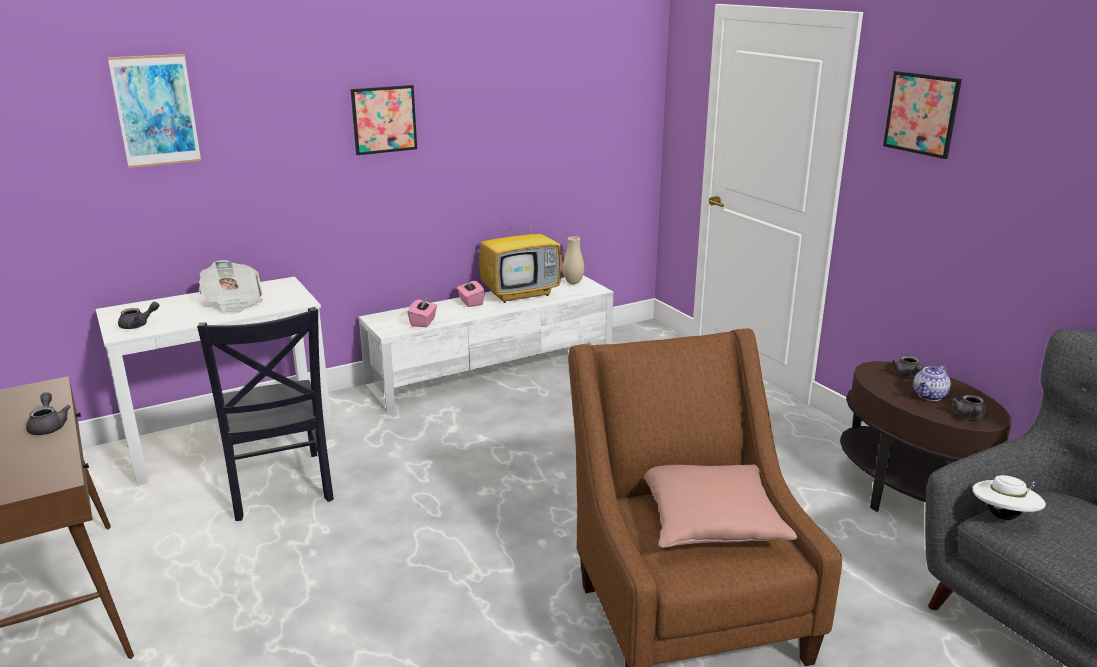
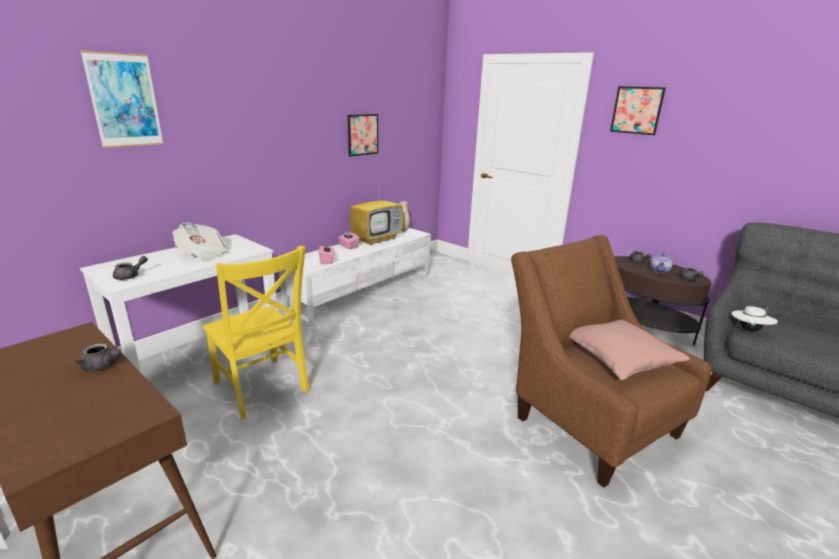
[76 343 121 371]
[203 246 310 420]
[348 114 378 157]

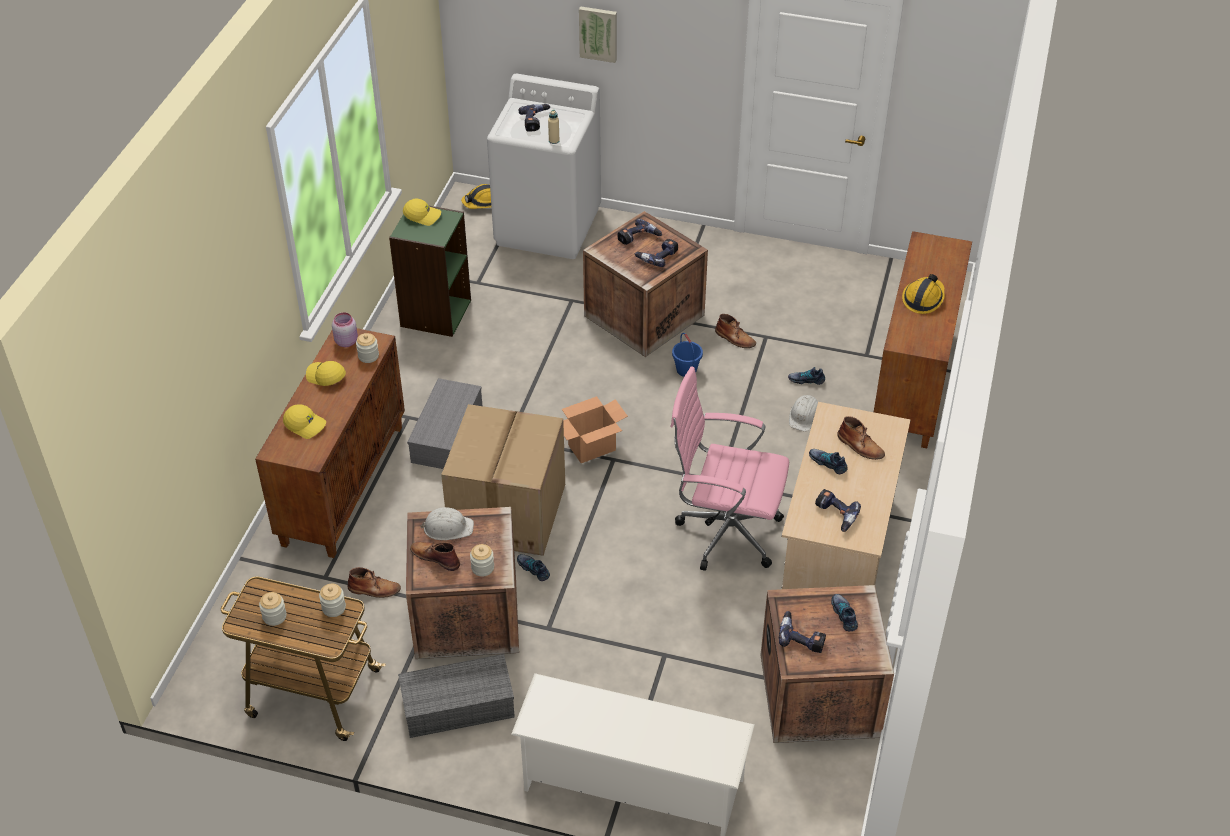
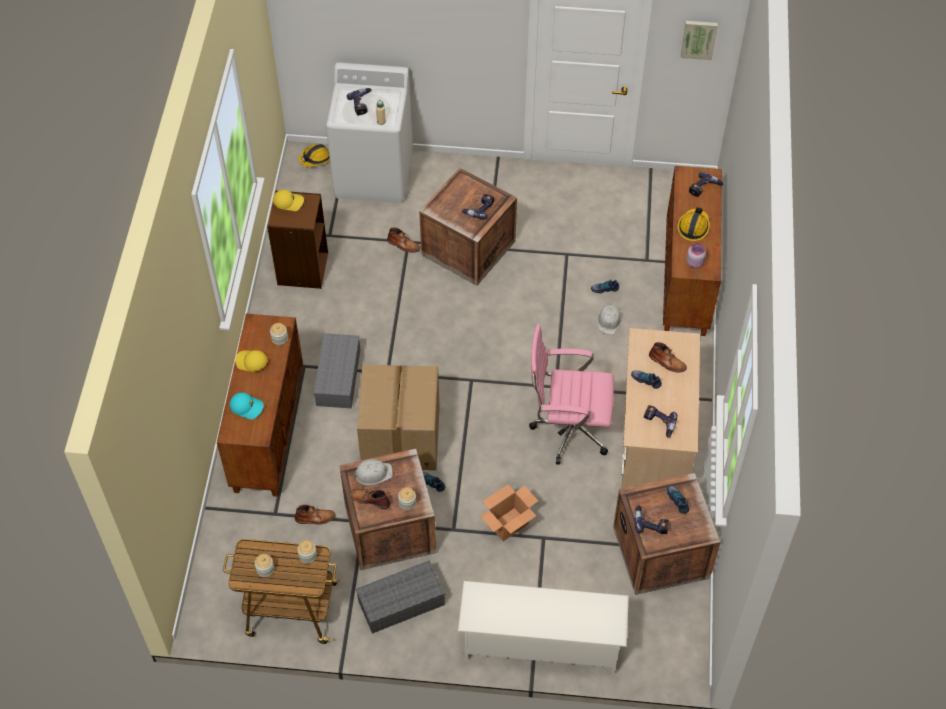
[230 392 264 419]
[686 243 706 268]
[267 190 328 289]
[480 484 538 541]
[681 21 718 60]
[689 172 724 197]
[672 333 703 377] (first image)
[387 227 421 253]

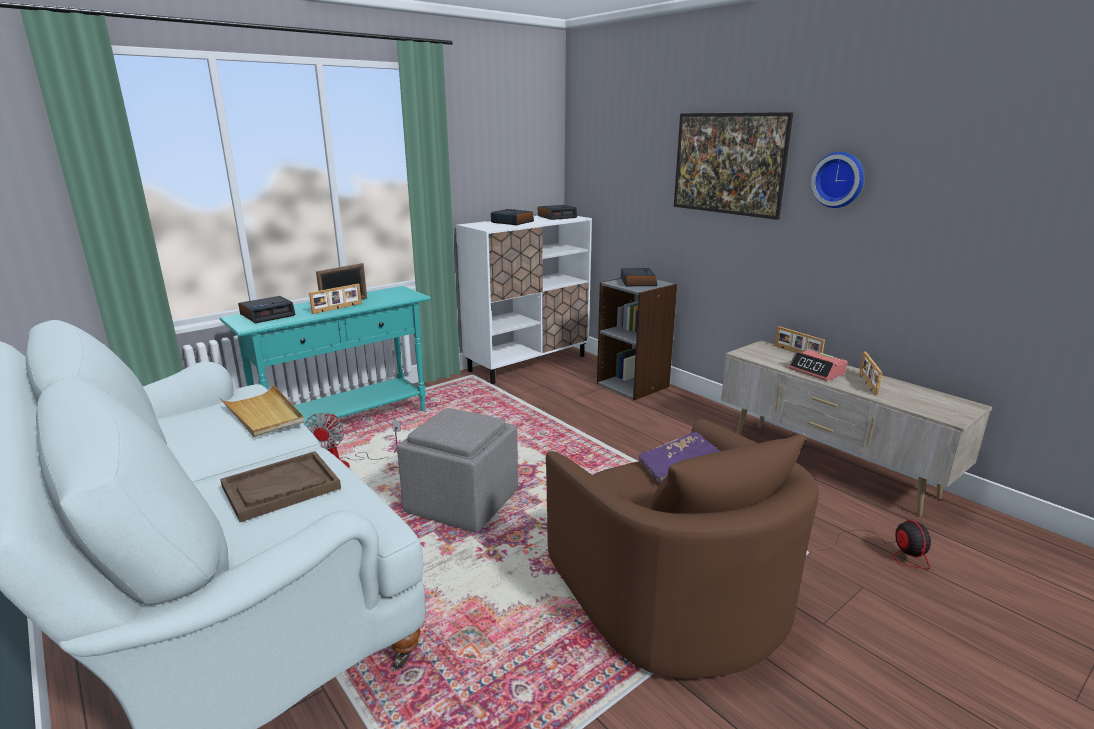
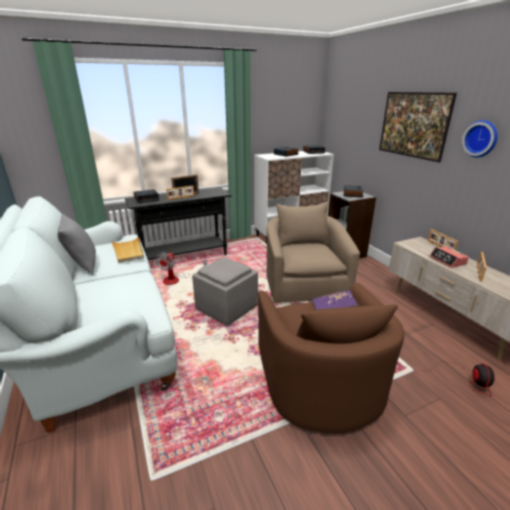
[125 187 232 260]
[220 451 341 522] (first image)
[58 214 96 275]
[267 202 360 303]

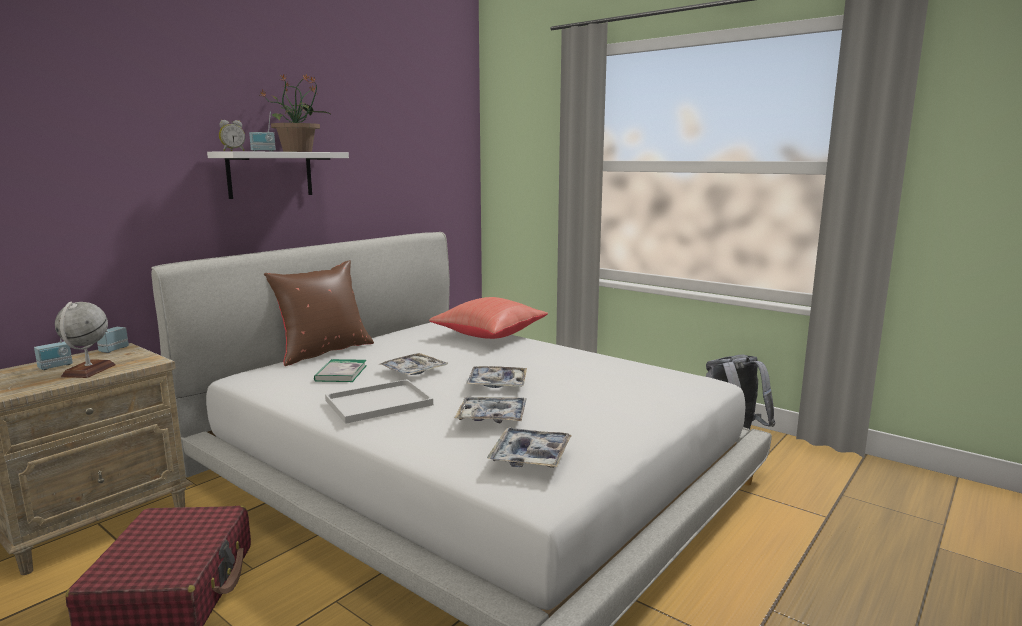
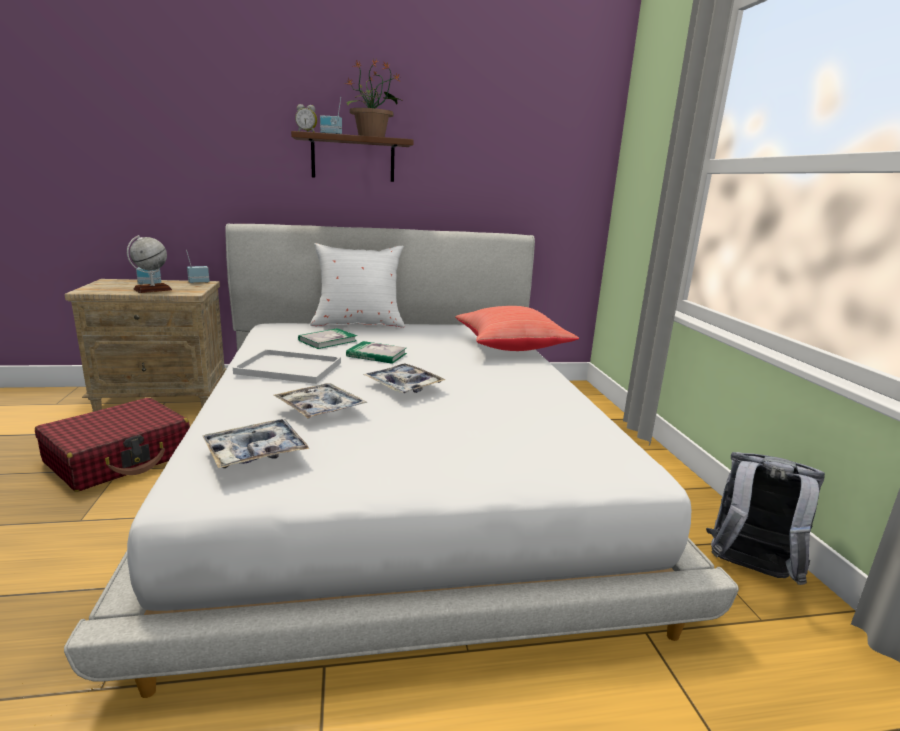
[291 131 414 182]
[310 243 405 328]
[346 341 407 364]

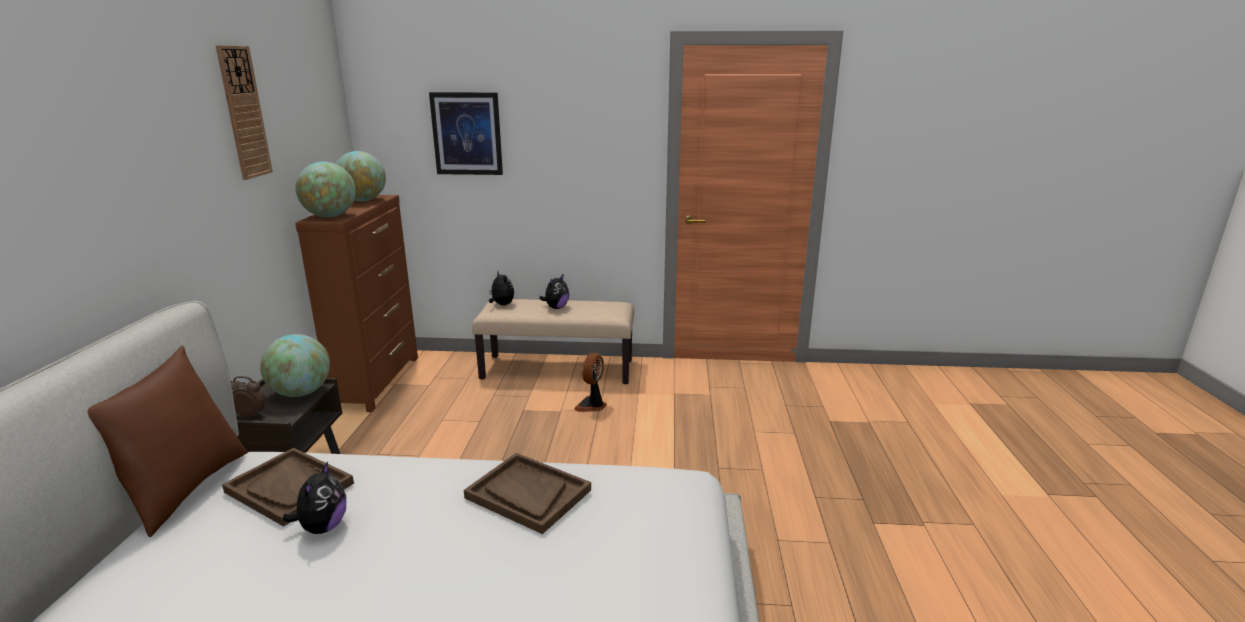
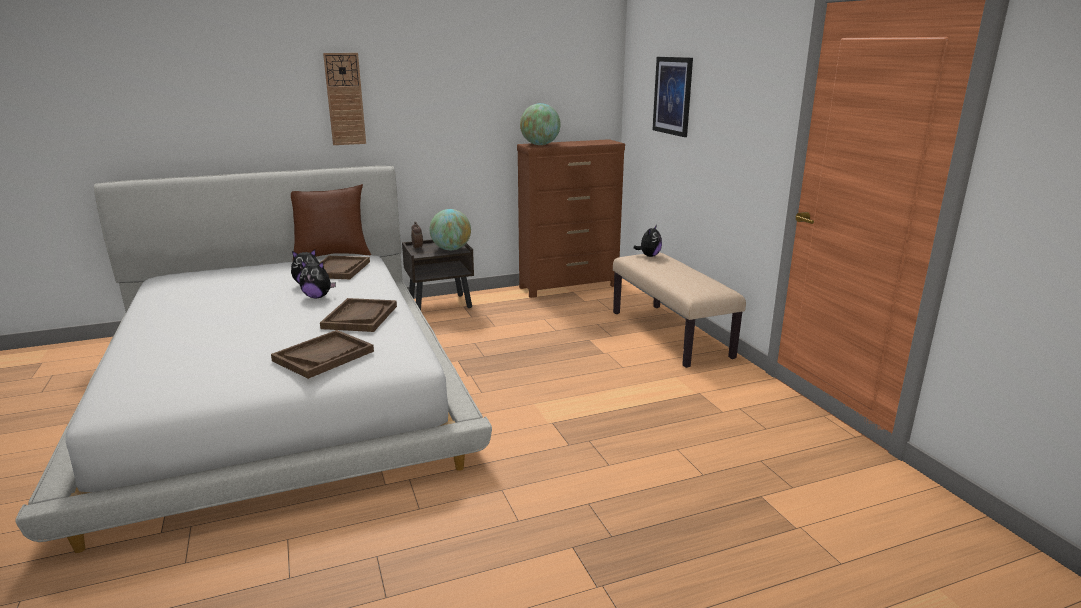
[323 53 366 145]
[335 151 386 201] (first image)
[299 261 336 298]
[574 353 607 412] (first image)
[271 330 374 379]

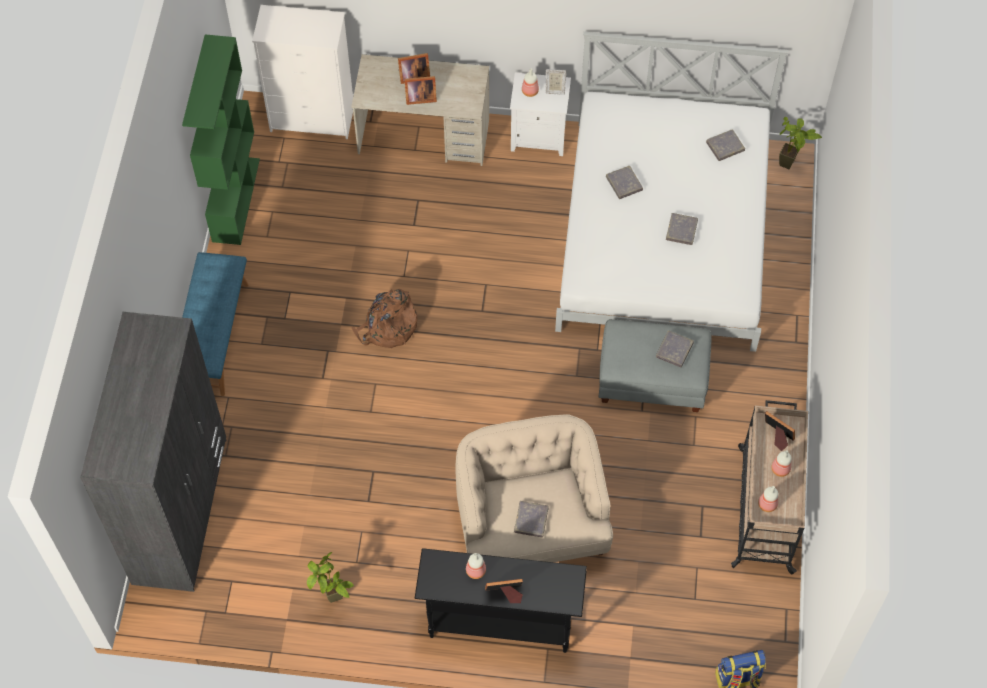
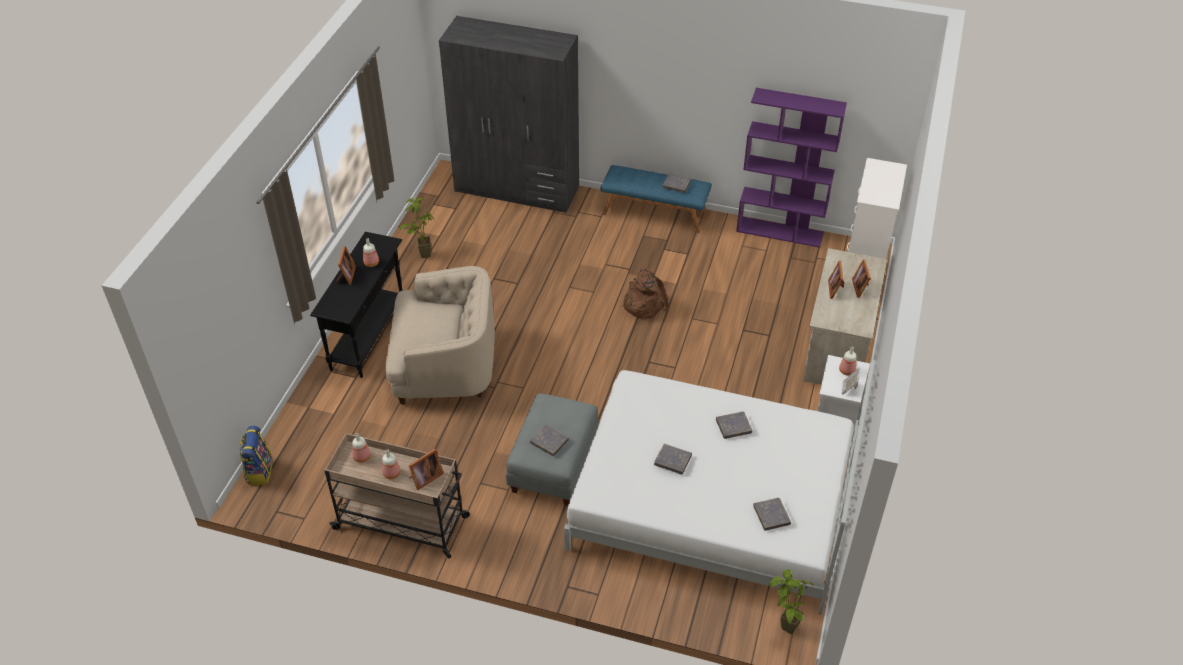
[736 88 847 248]
[662 173 691 193]

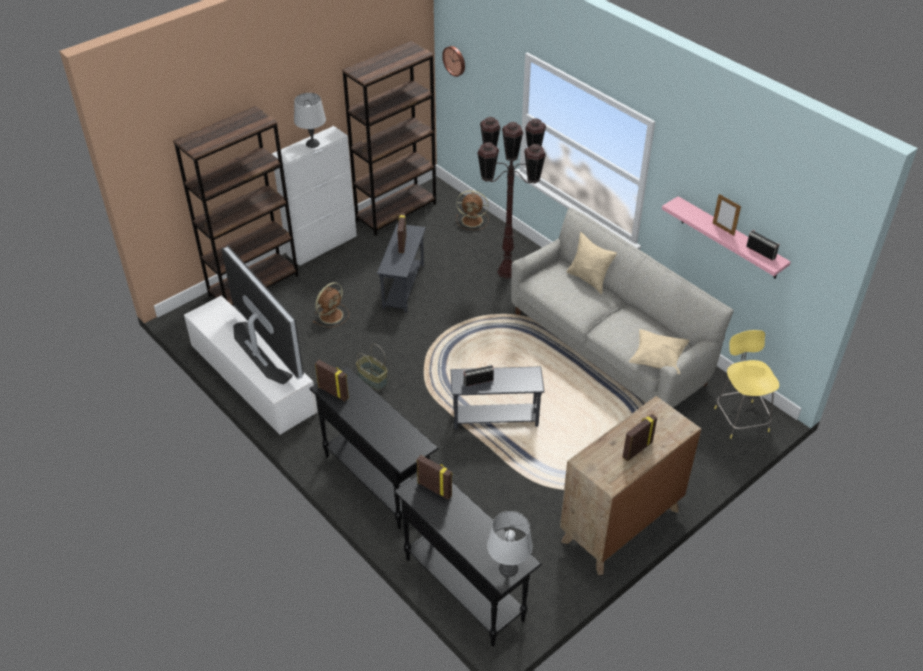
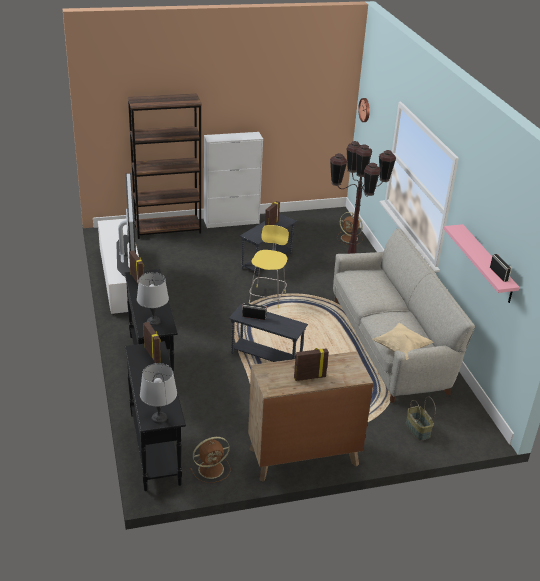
[137 272 169 326]
[190 437 231 483]
[342 41 436 236] (first image)
[406 396 436 441]
[567 232 617 294] (first image)
[713 194 741 236] (first image)
[249 225 289 308]

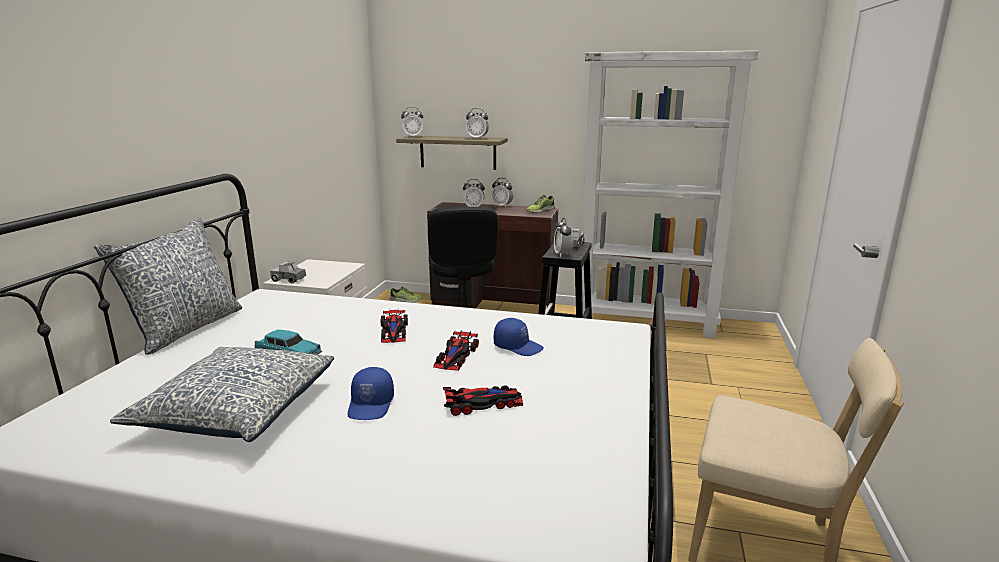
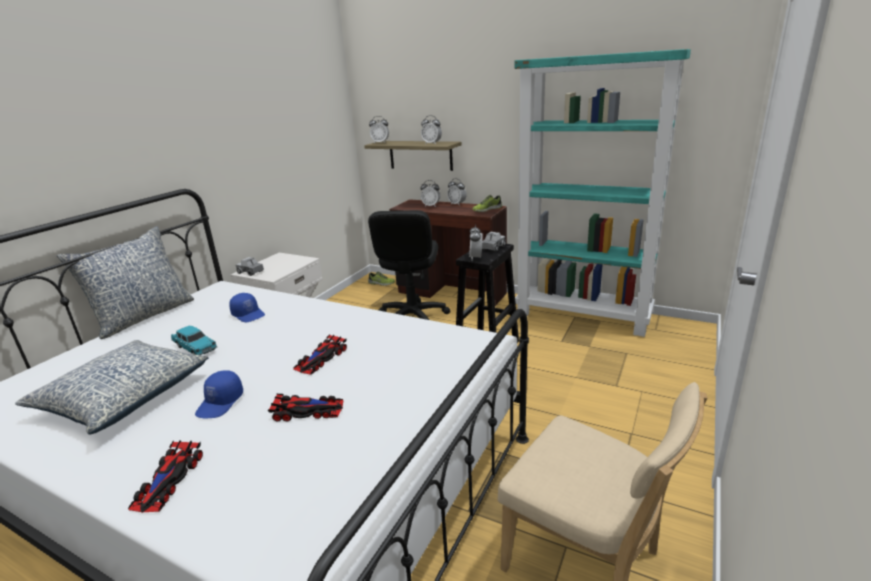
[128 440 203 513]
[229 293 265 322]
[514 49 691 337]

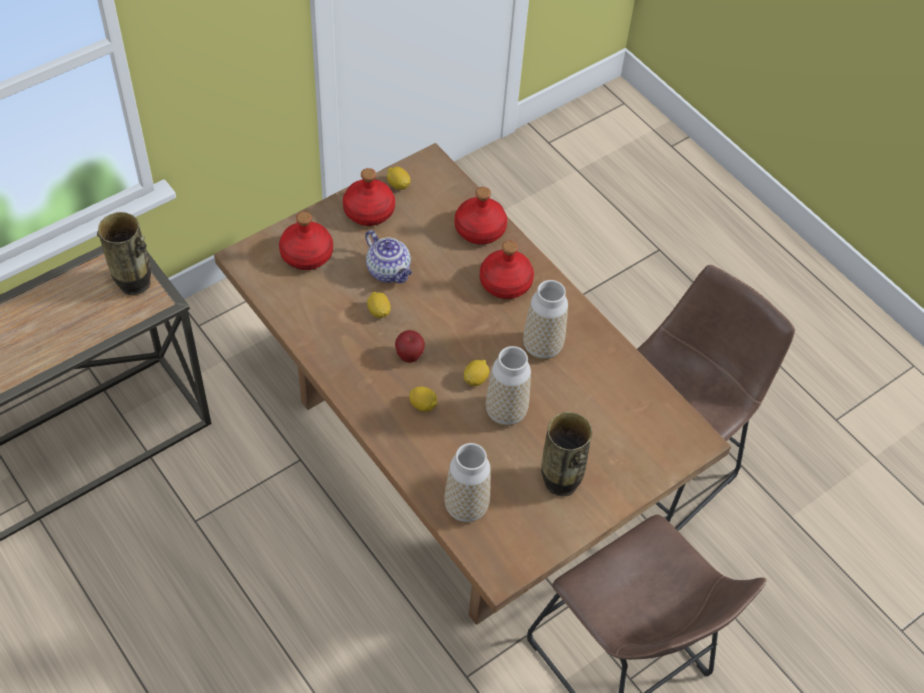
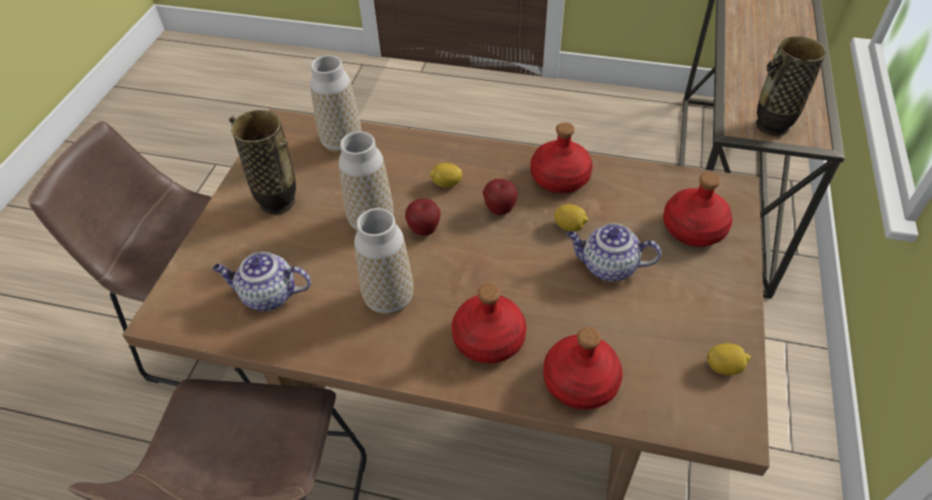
[531 123 593 194]
[405 199 441 236]
[212 252 311 311]

